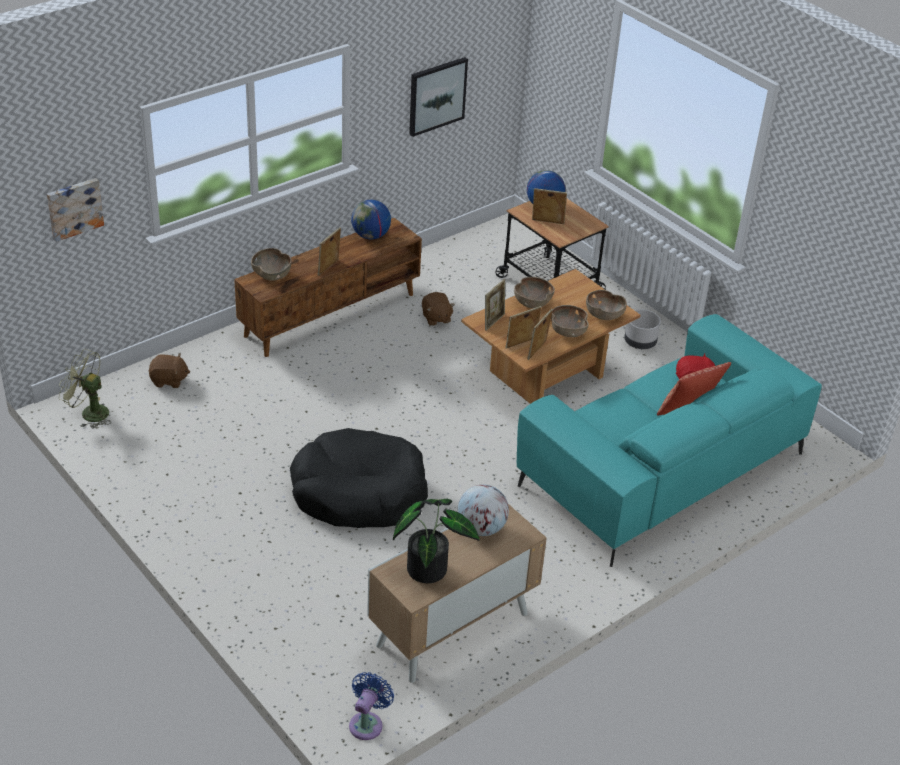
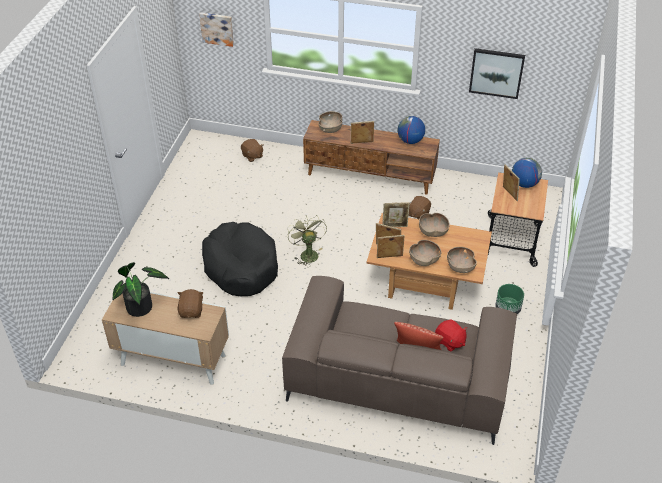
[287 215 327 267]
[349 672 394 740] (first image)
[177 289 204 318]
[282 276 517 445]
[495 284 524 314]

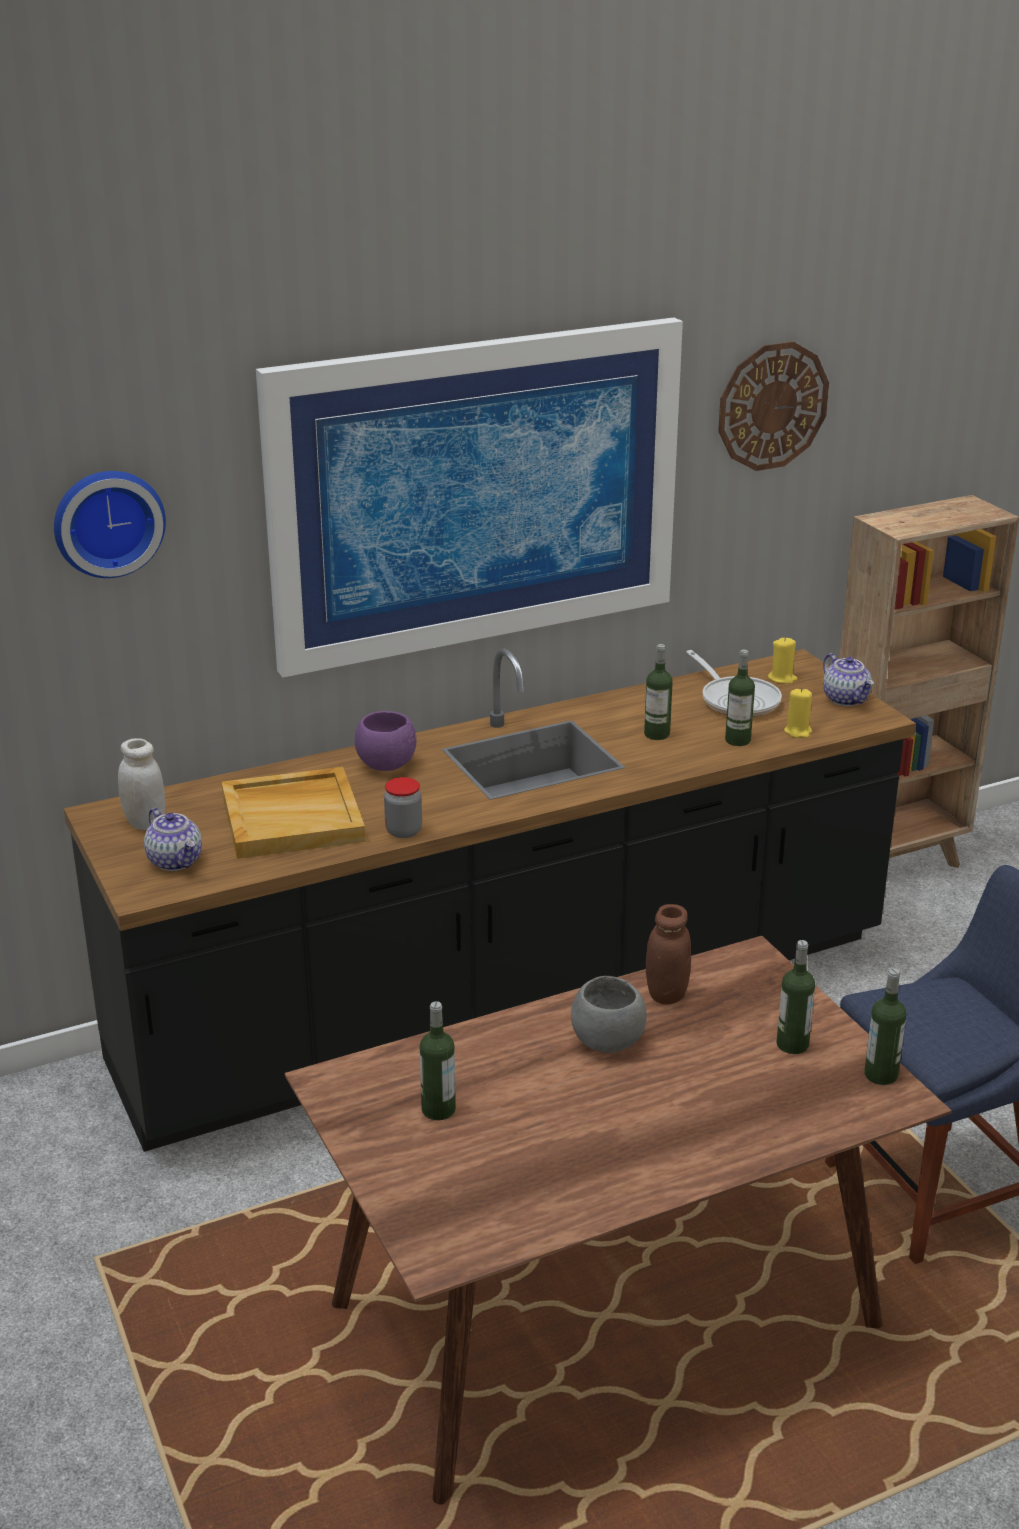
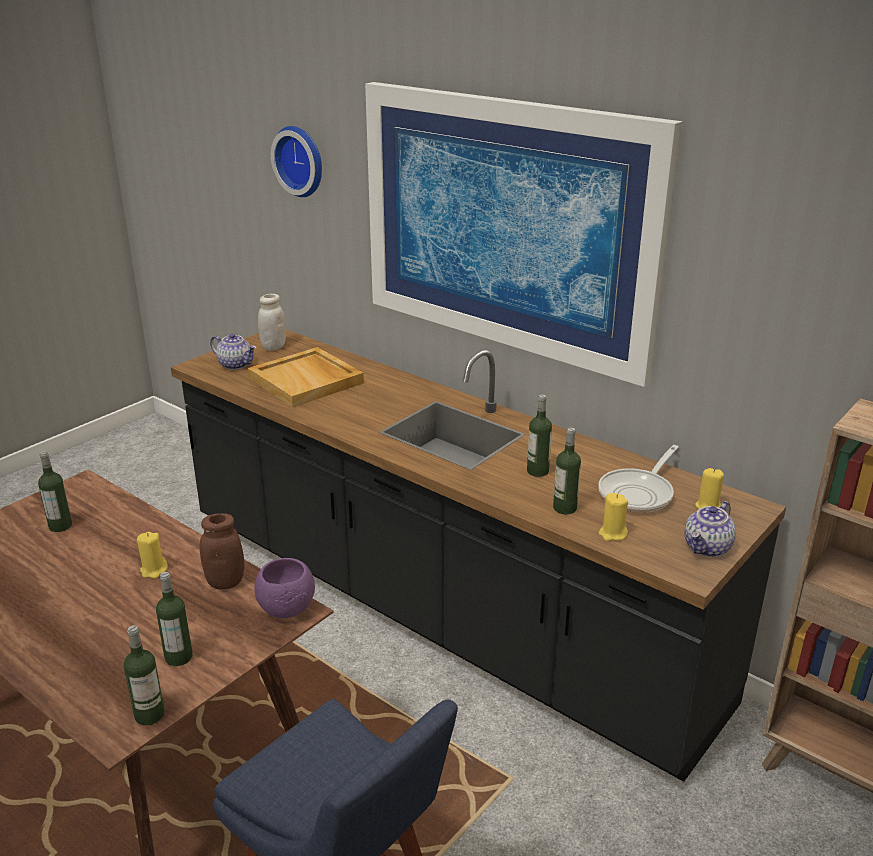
[210 333 256 370]
[254 558 315 618]
[384 777 422 838] (first image)
[137 532 168 579]
[718 342 829 471] (first image)

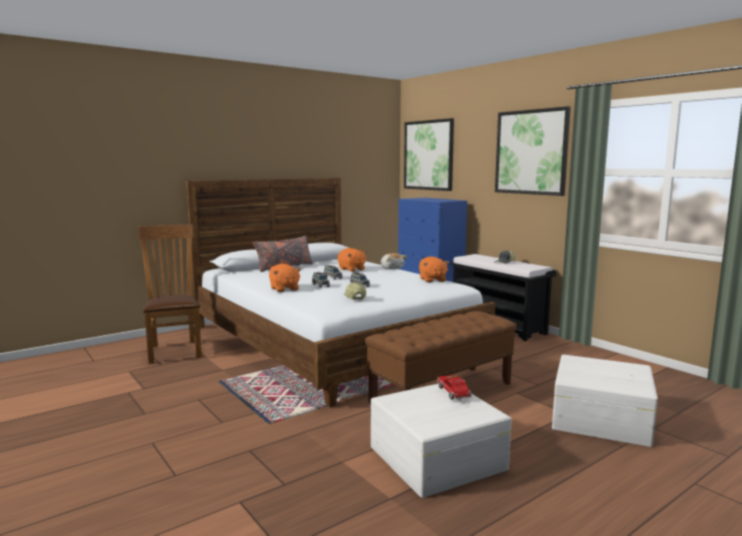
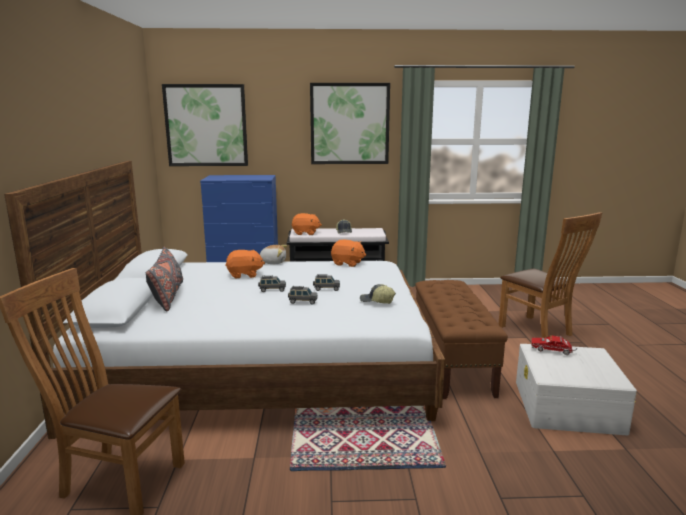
[292 213 322 235]
[498 212 602 338]

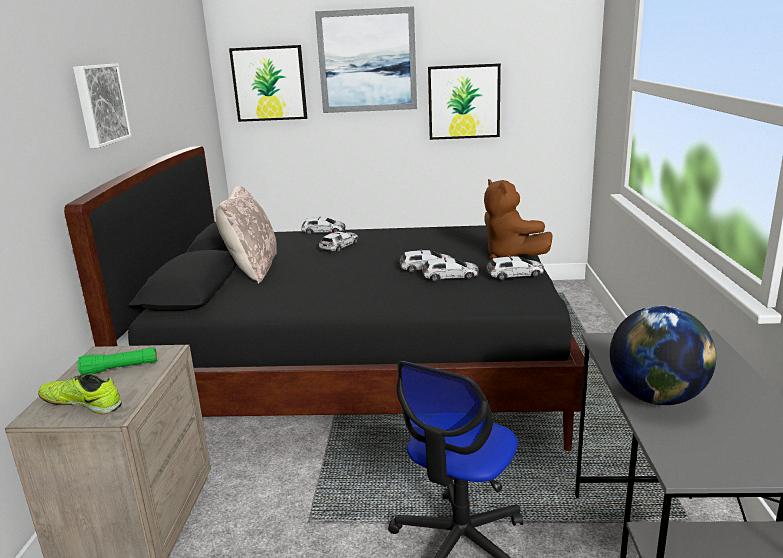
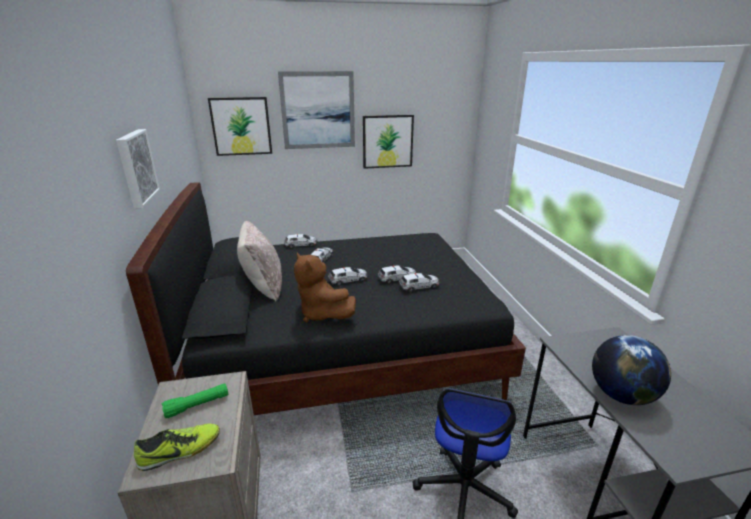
[134 424 220 471]
[294 253 356 322]
[328 267 367 285]

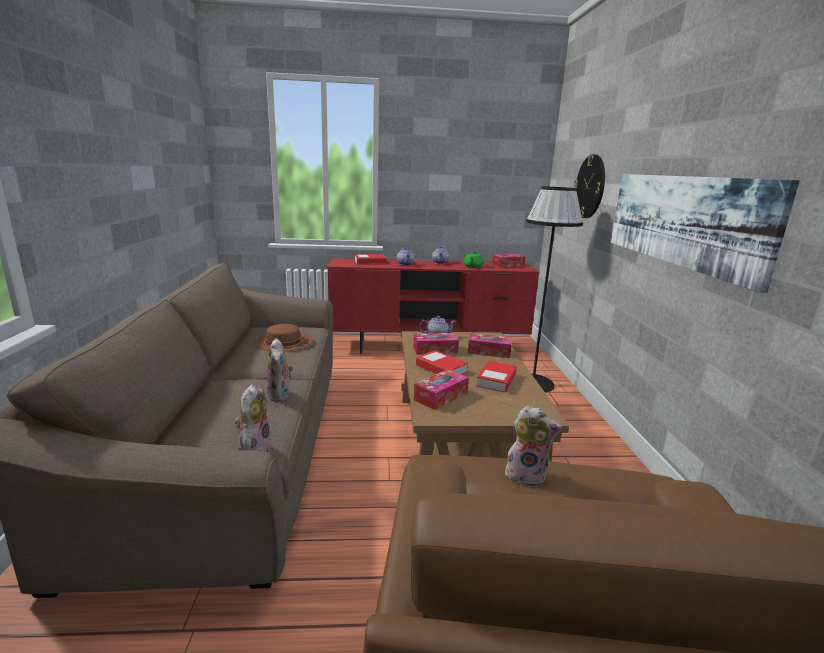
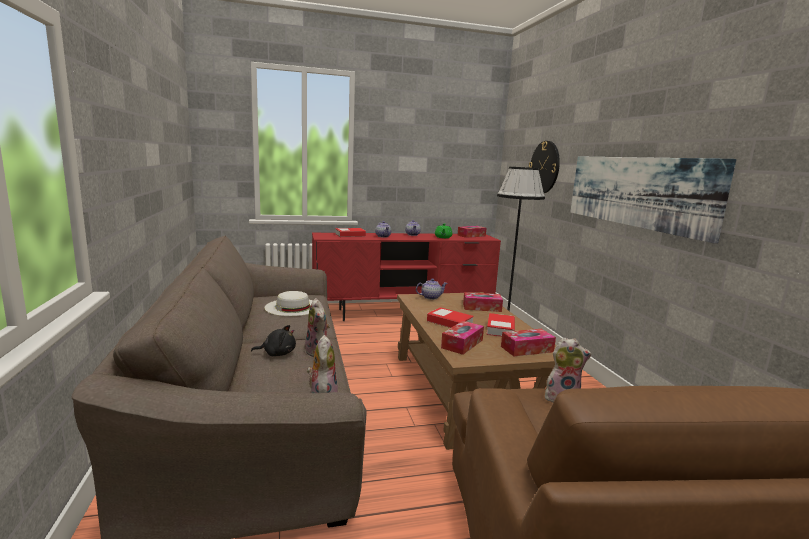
[264 291 313 316]
[501 329 556 356]
[251 325 296 356]

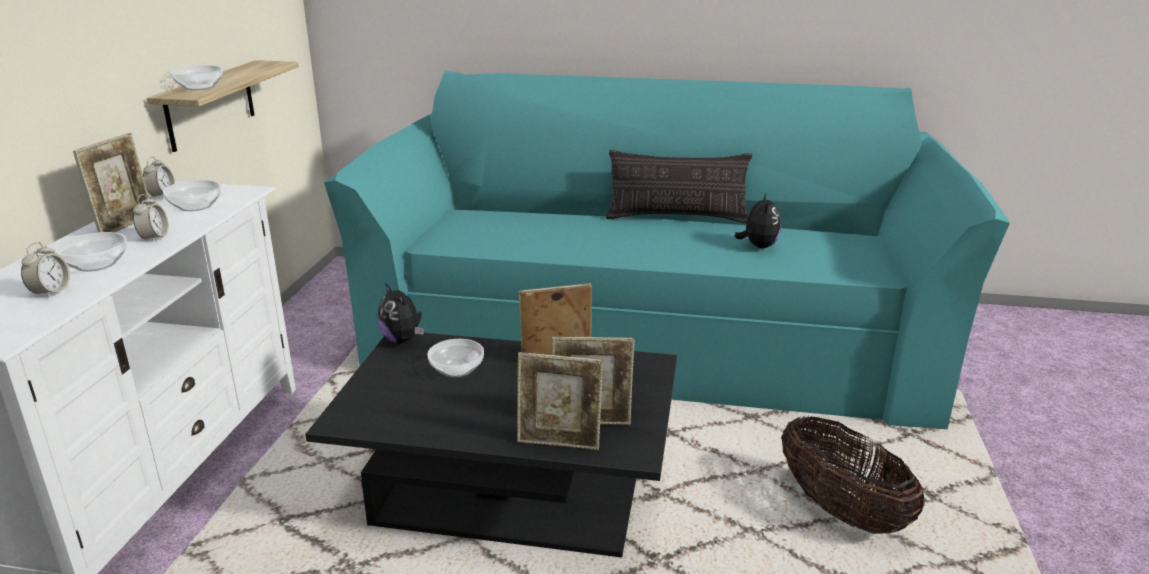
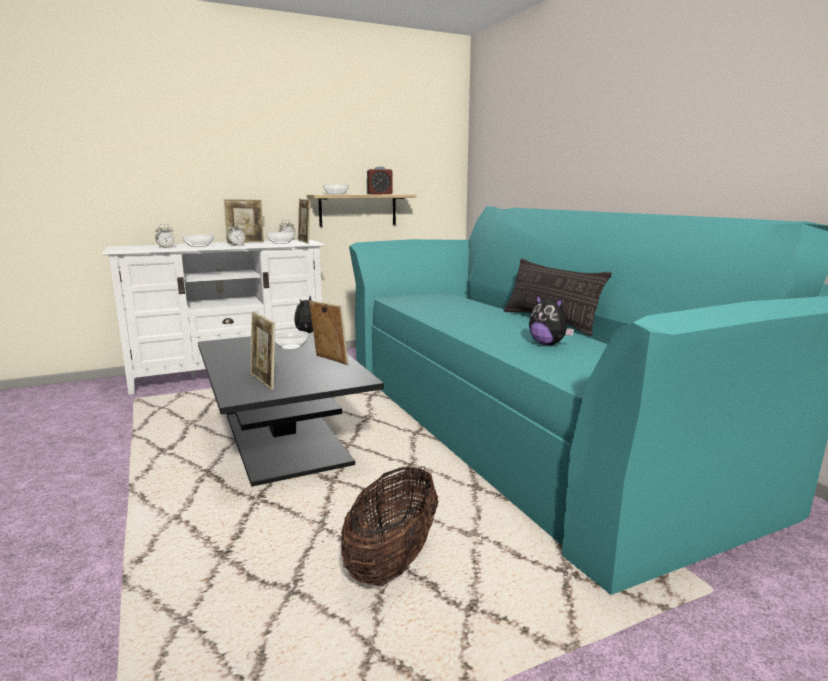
[297 199 311 244]
[529 294 574 345]
[367 166 393 194]

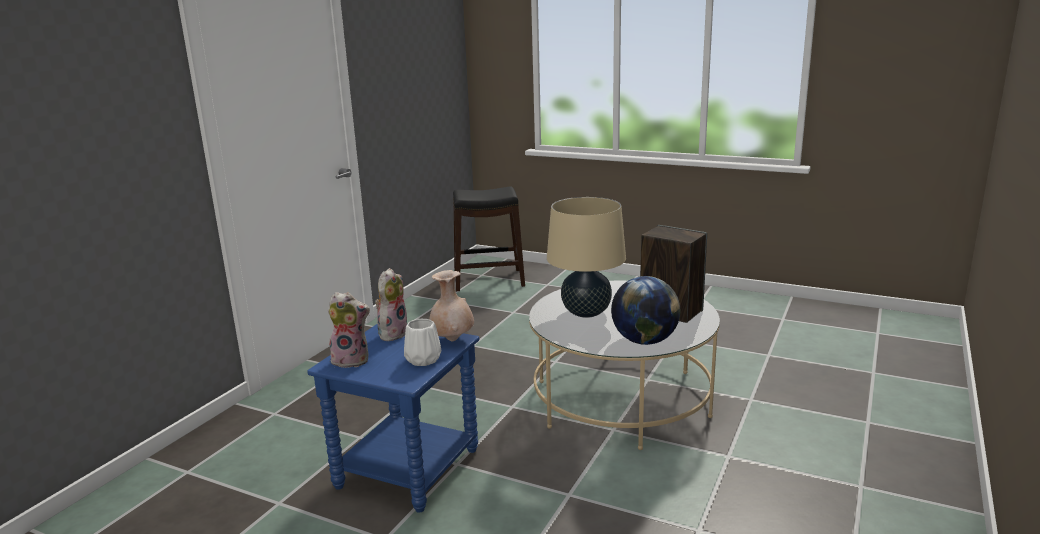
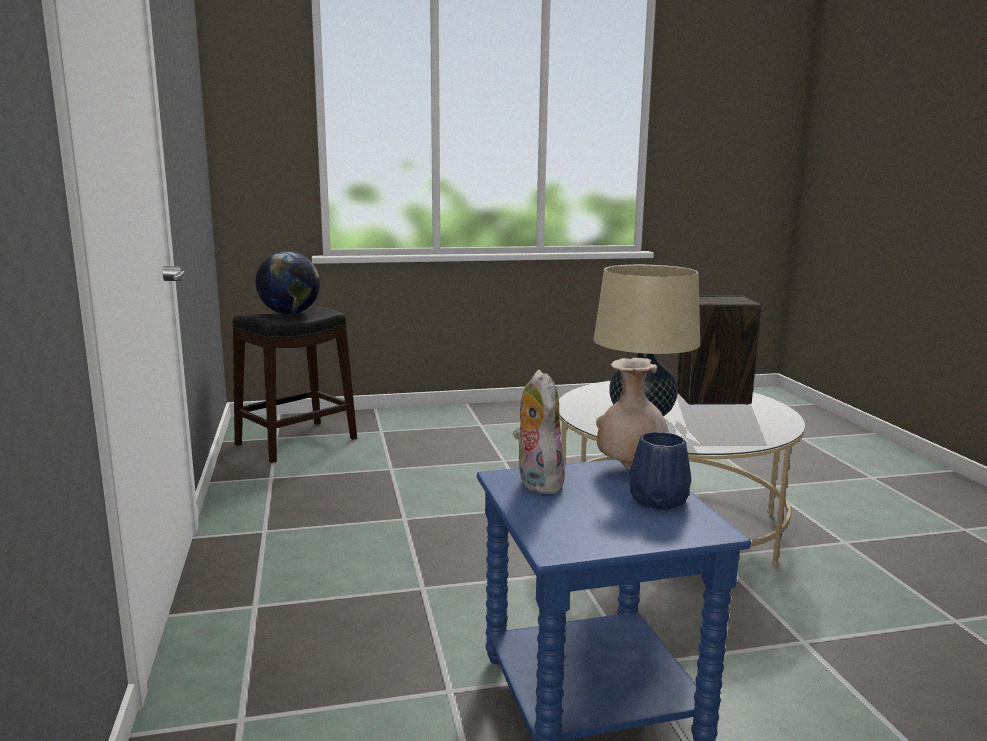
[328 292 370 368] (first image)
[630 432 691 510]
[256 251 320 314]

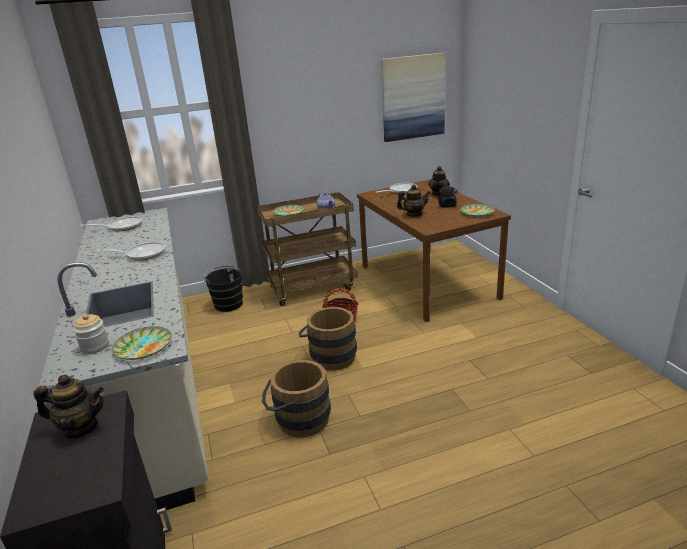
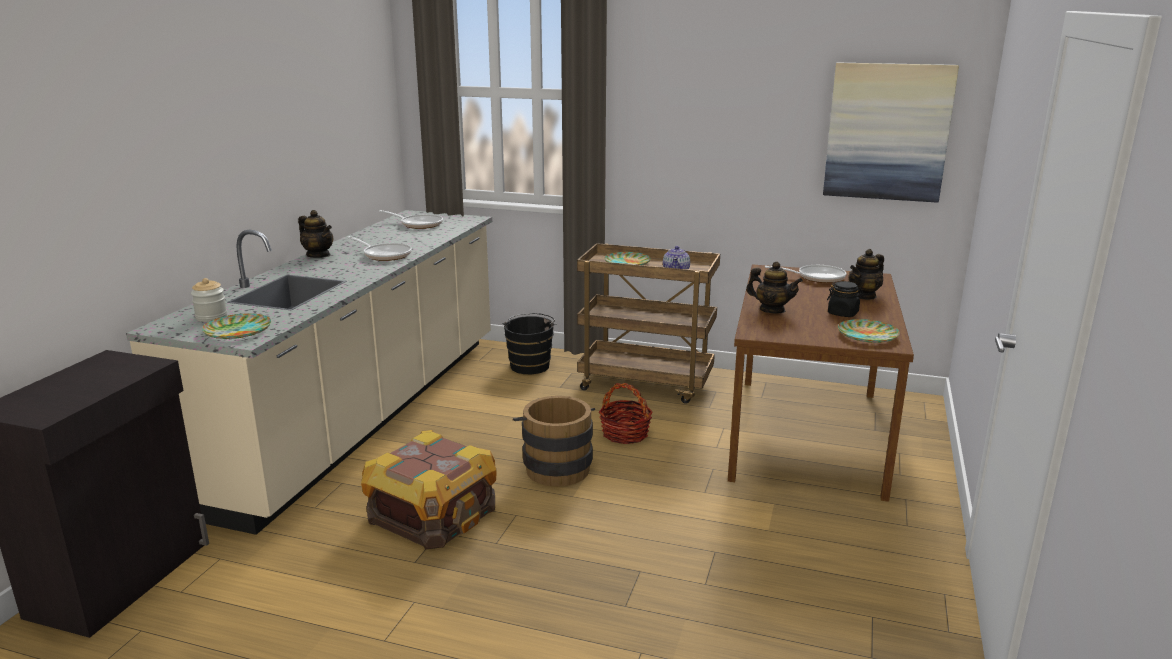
[298 210 333 258]
[361 430 497 549]

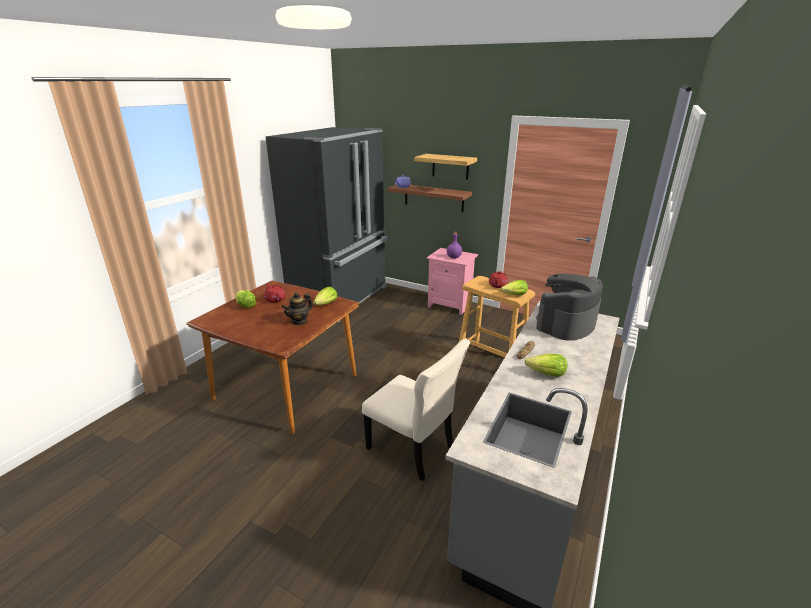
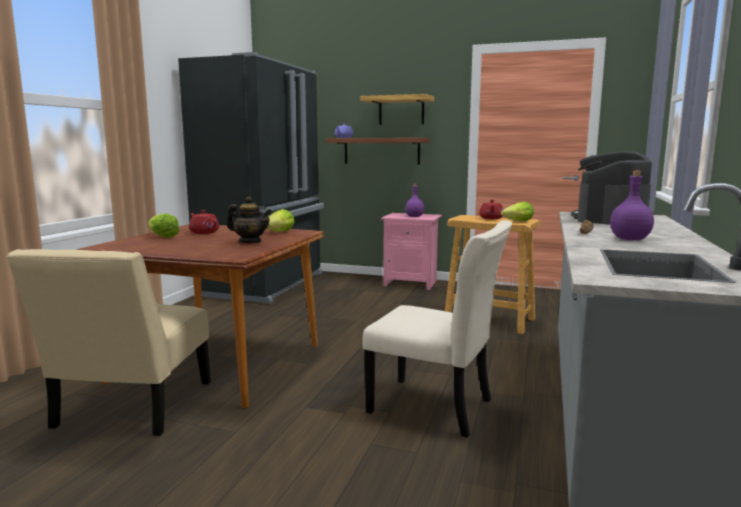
[227 196 272 243]
[610 170 654 240]
[6 249 211 436]

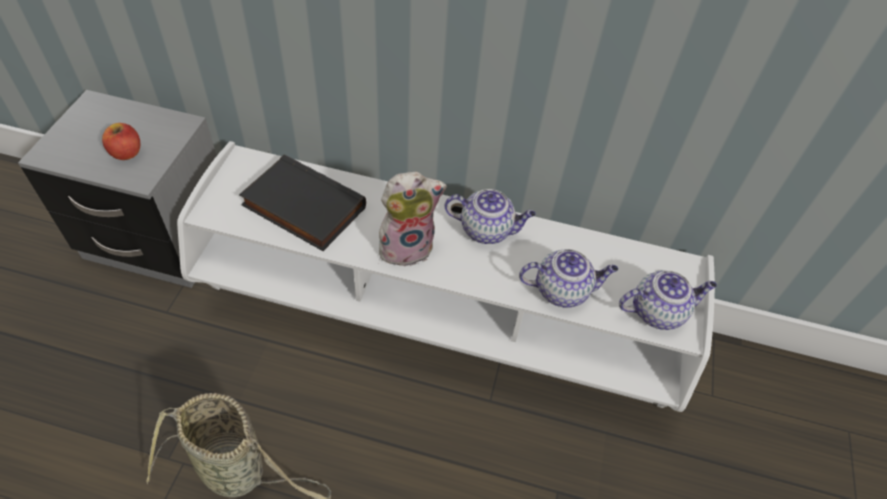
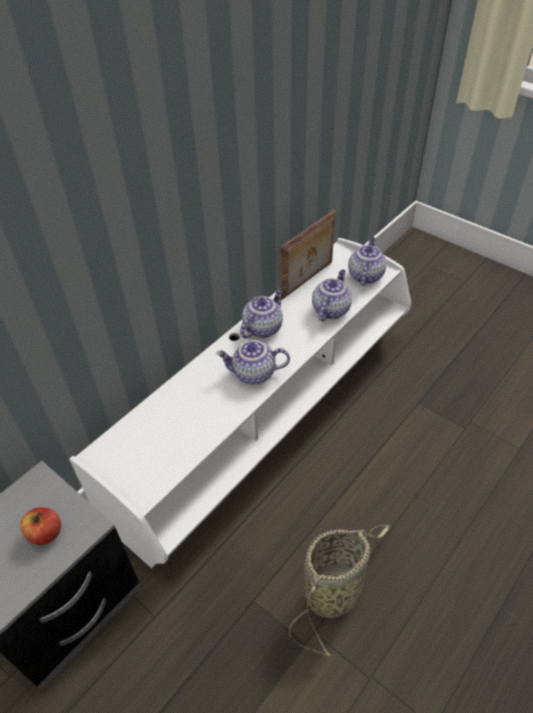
[239 155 366 251] (first image)
[216 340 290 384]
[280 210 336 300]

